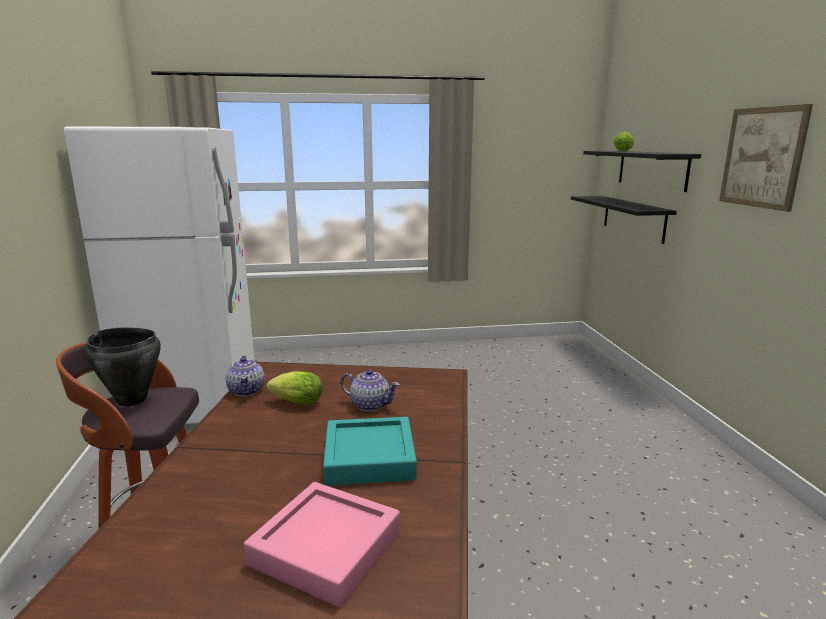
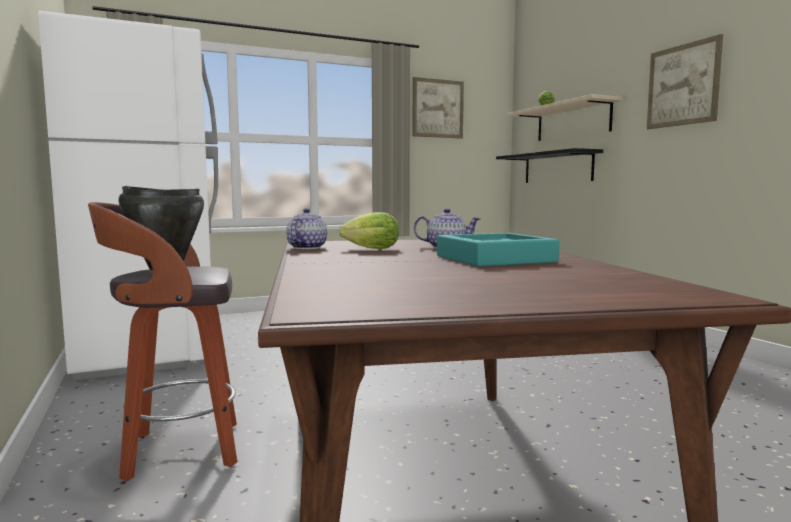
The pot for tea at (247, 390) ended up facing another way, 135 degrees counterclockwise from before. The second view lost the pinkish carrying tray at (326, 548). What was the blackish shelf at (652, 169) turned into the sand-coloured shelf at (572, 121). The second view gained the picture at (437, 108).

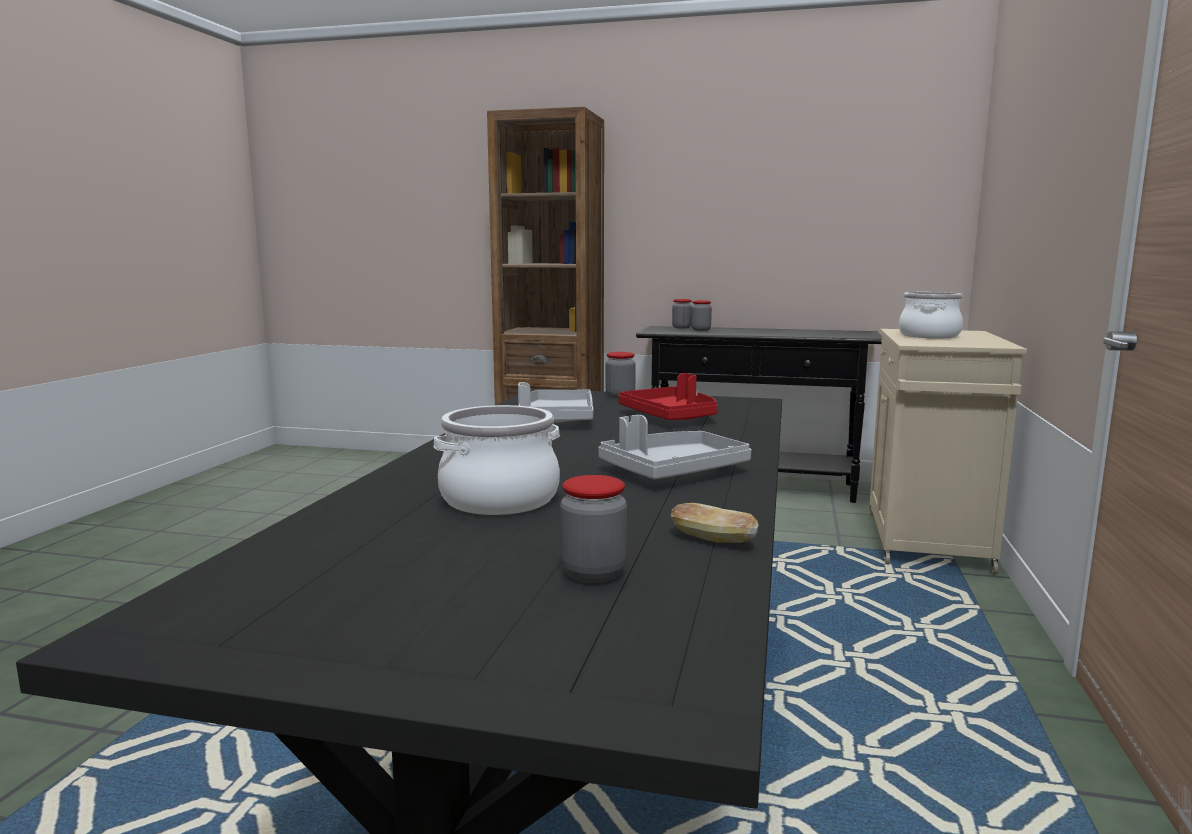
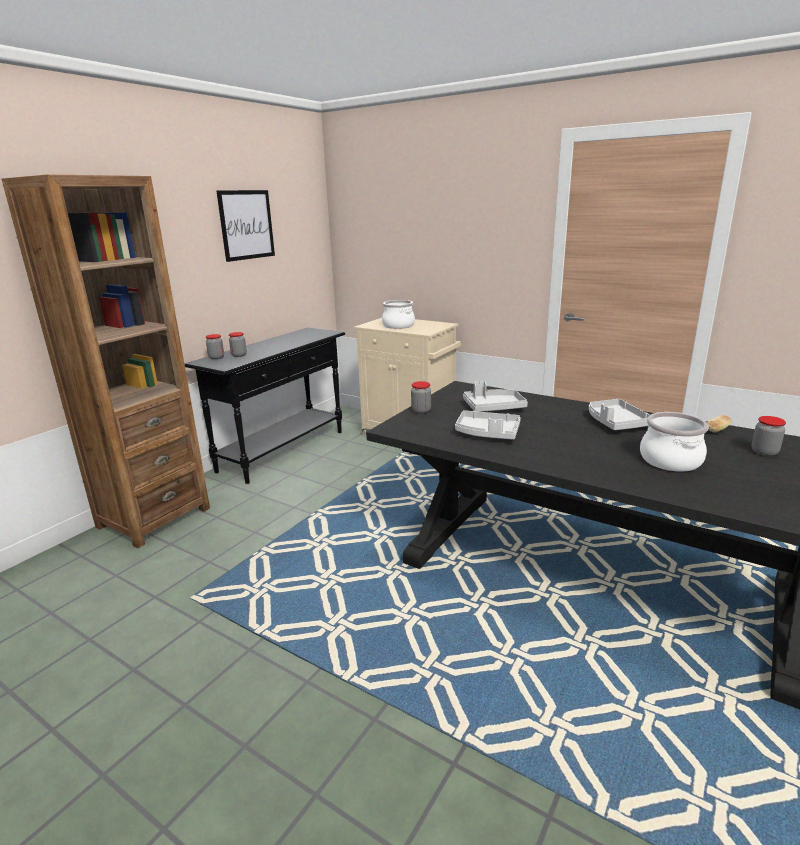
What was the red-coloured carrying tray at (671, 417) turned into the gray carrying tray at (493, 407). The second view gained the picture at (246, 225).

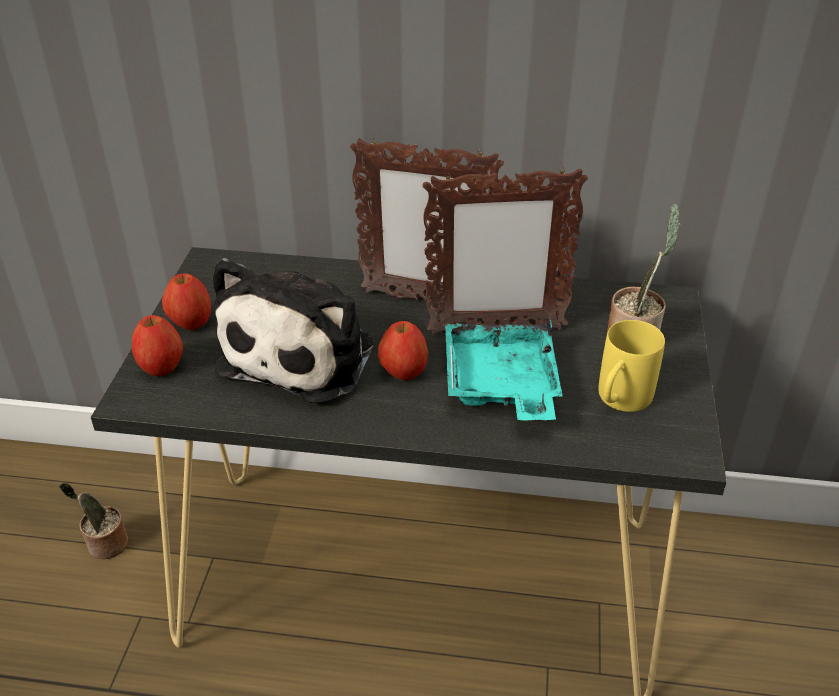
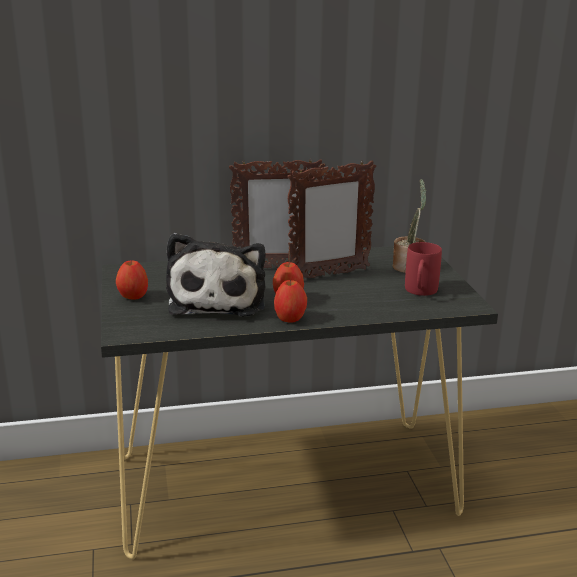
The second view lost the houseplant at (105, 545). The whole apple ended up elsewhere, having gone from (161, 367) to (290, 319). The second view lost the turquoise-coloured carrying tray at (501, 385). What was the yellow-coloured coffee mug at (619, 401) turned into the red-coloured coffee mug at (420, 292).

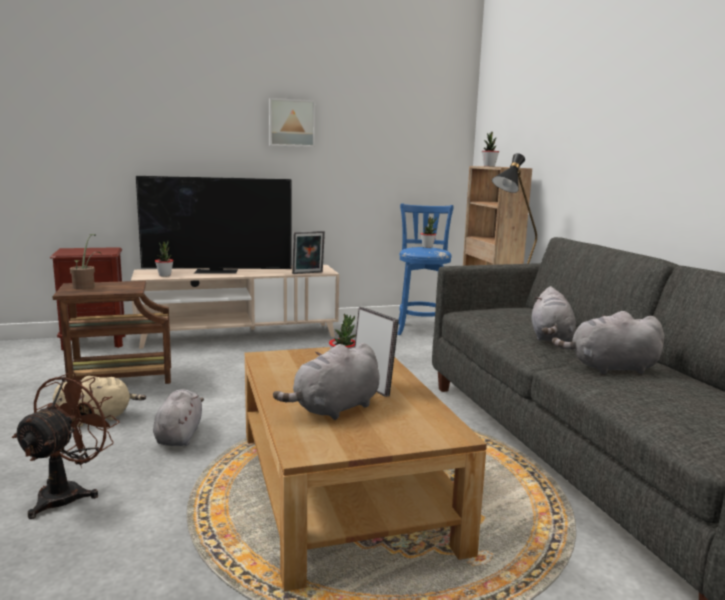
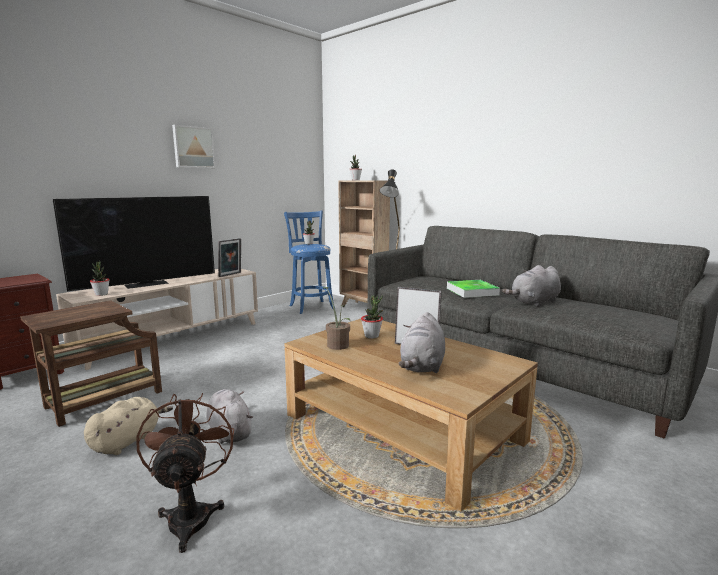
The houseplant ended up elsewhere, having gone from (86, 286) to (337, 344). Where the gray plush toy stood at (550, 338), the carrying tray came to stand at (472, 291).

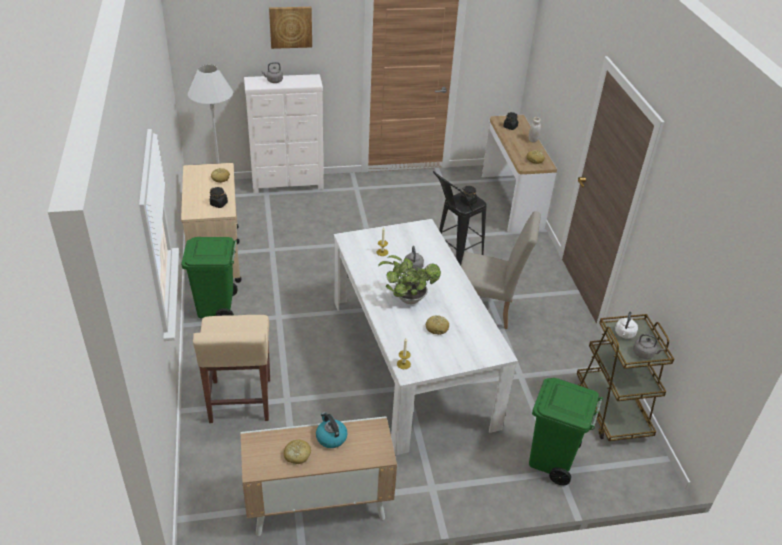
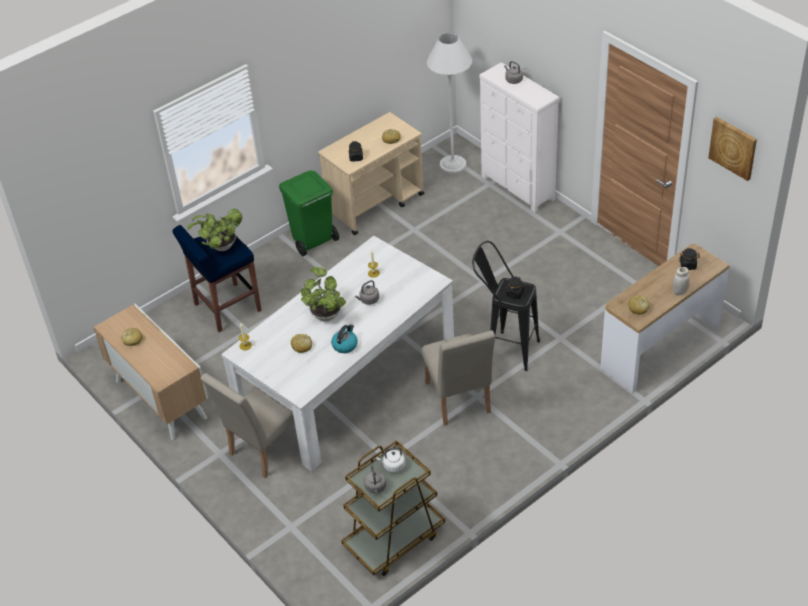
What was the sand-coloured sitting stool at (240, 401) turned into the blue sitting stool at (226, 308). The picture ended up elsewhere, having gone from (290, 27) to (733, 147). The water kettle ended up elsewhere, having gone from (331, 437) to (345, 345). The second view lost the green-coloured waste bin at (551, 460). The second view gained the houseplant at (220, 247). The second view gained the sand-coloured plain chair at (263, 450).

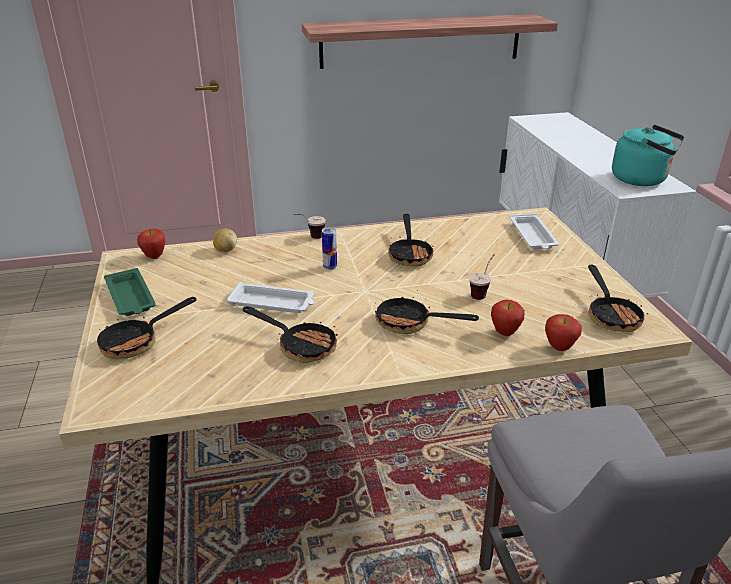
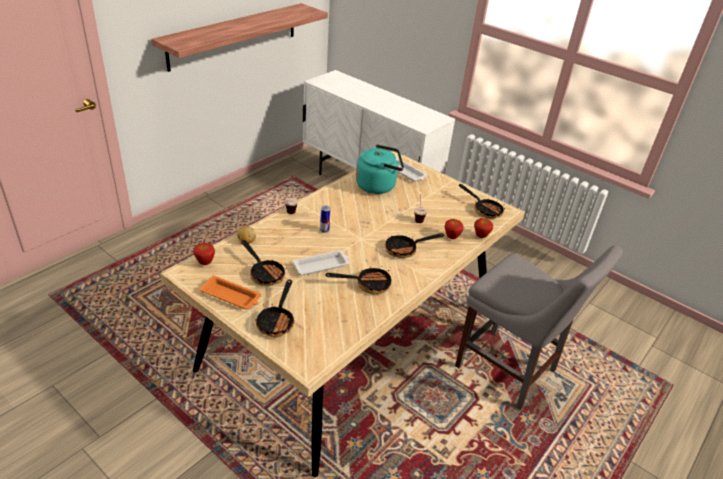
What was the green-coloured carrying tray at (130, 297) turned into the orange-coloured carrying tray at (231, 296). The pan ended up elsewhere, having gone from (410, 254) to (264, 273). The turquoise-coloured water kettle ended up elsewhere, having gone from (642, 180) to (378, 186).

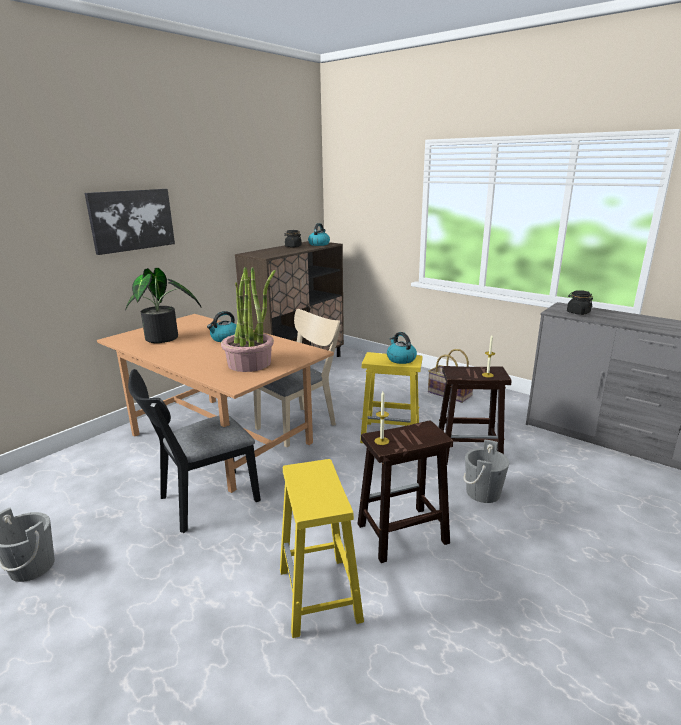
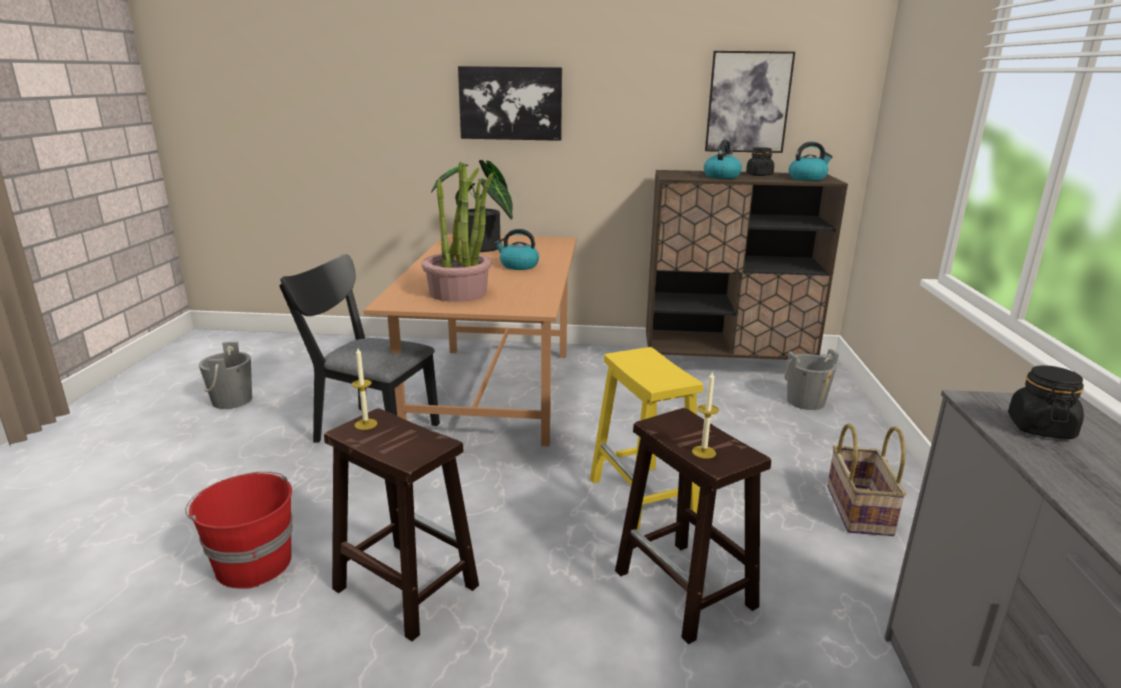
The second view lost the sand-coloured plain chair at (300, 424). Where the yellow-coloured sitting stool stood at (320, 596), the red-coloured water bucket came to stand at (252, 563). The water kettle ended up elsewhere, having gone from (400, 359) to (721, 176). The gray water bucket ended up elsewhere, having gone from (483, 492) to (805, 402). The second view gained the picture at (748, 102).

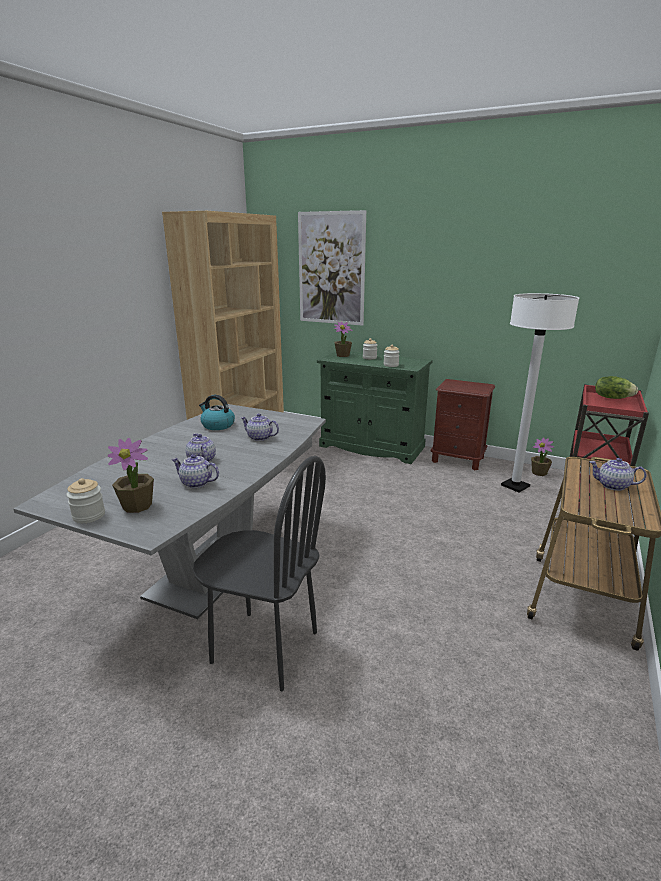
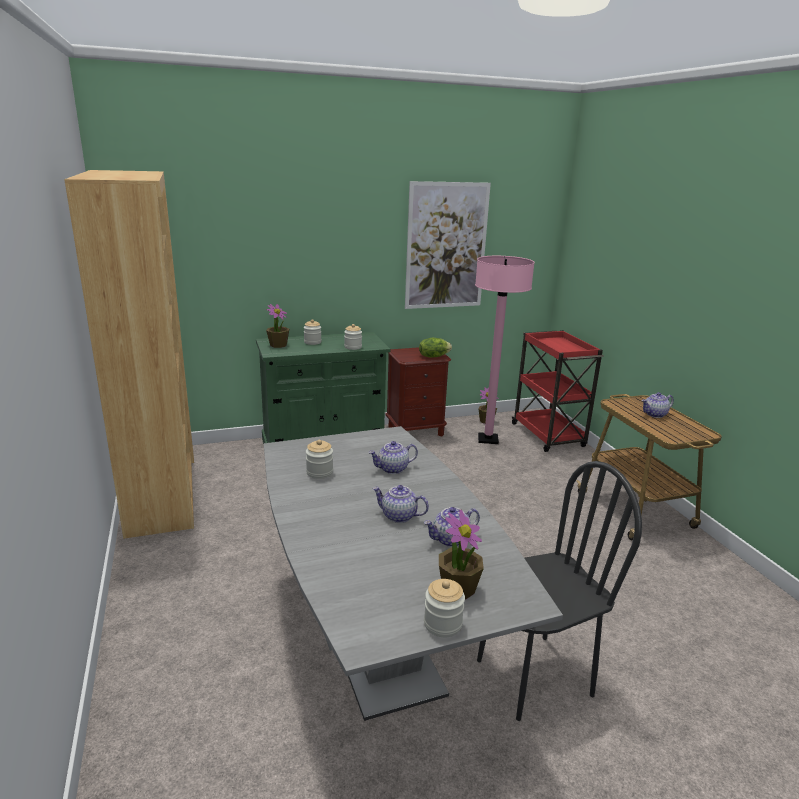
Where the water kettle stood at (217, 425), the storage jar came to stand at (319, 472). The picture ended up elsewhere, having gone from (331, 269) to (446, 246). What was the whitish standing lamp at (515, 486) turned into the pinkish standing lamp at (488, 439). The head of lettuce ended up elsewhere, having gone from (612, 398) to (433, 356).

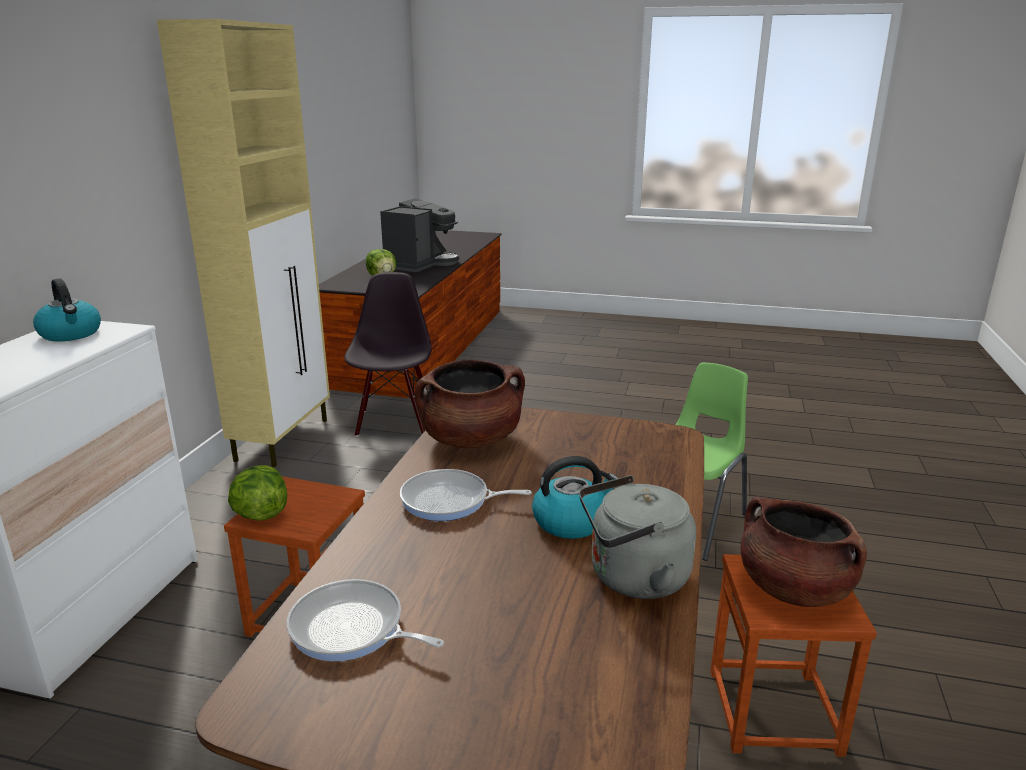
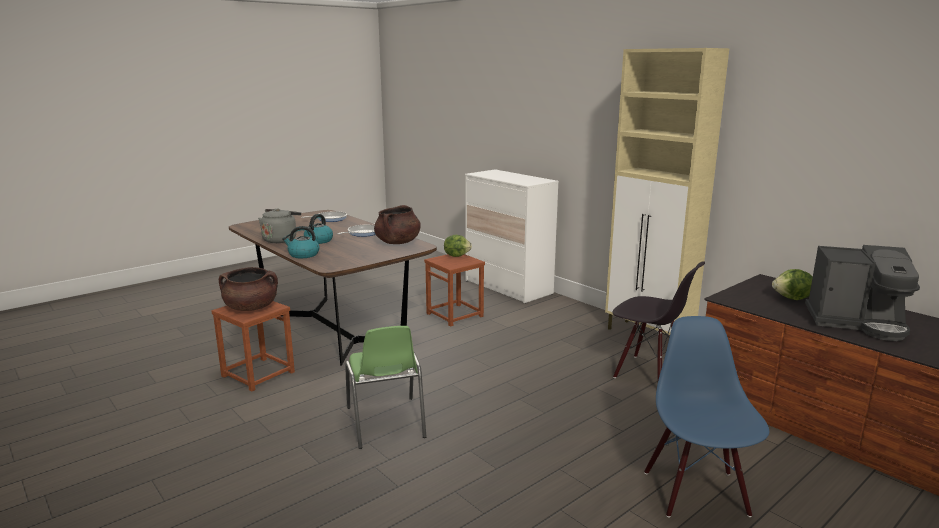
The water kettle ended up elsewhere, having gone from (71, 334) to (303, 255). The coffee maker at (420, 264) ended up facing another way, 45 degrees counterclockwise from before. The second view gained the blue plain chair at (697, 493).

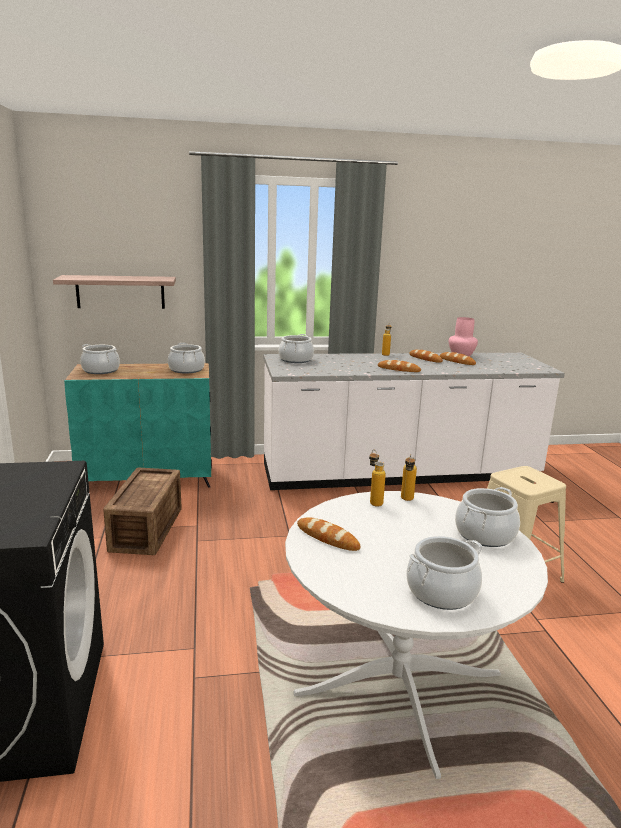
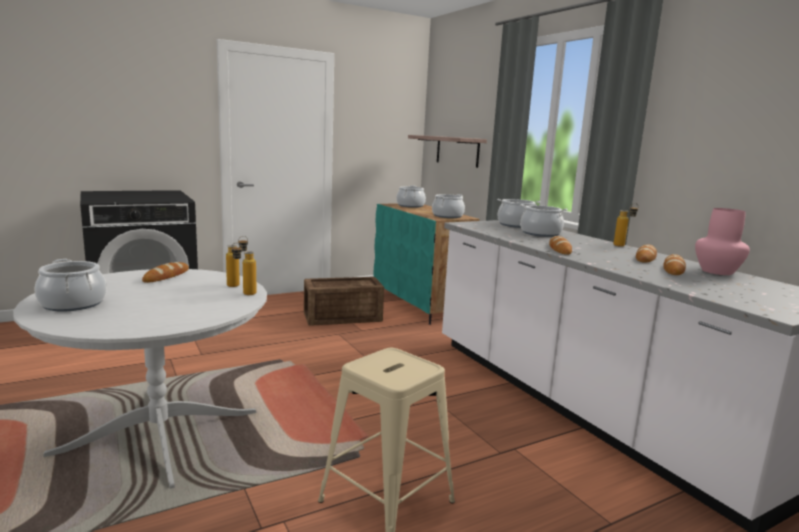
The saucepot ended up elsewhere, having gone from (484, 534) to (540, 233).

